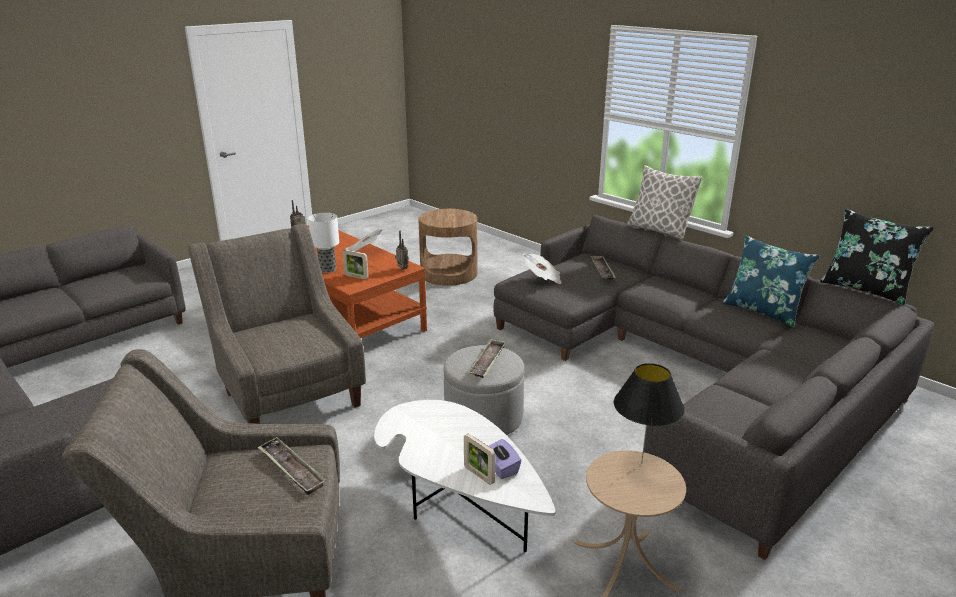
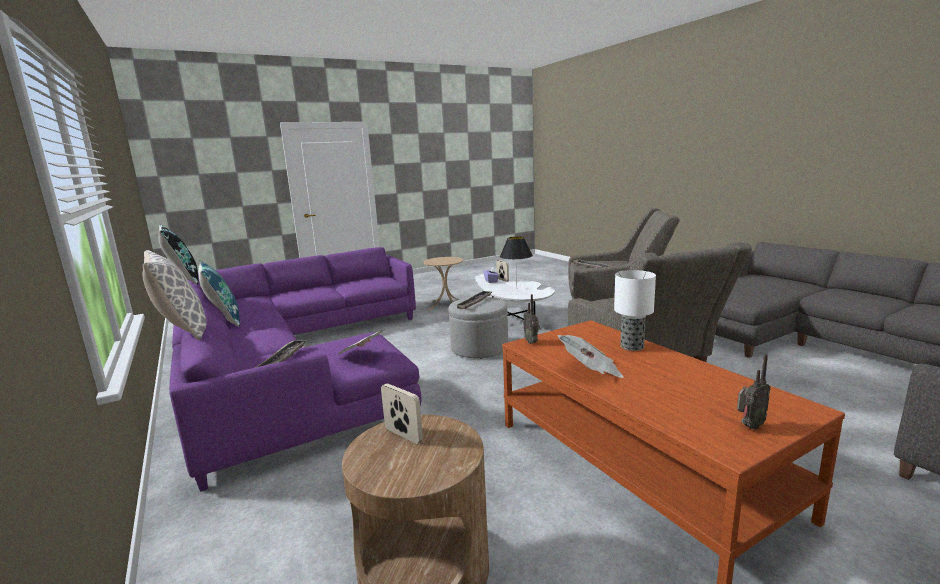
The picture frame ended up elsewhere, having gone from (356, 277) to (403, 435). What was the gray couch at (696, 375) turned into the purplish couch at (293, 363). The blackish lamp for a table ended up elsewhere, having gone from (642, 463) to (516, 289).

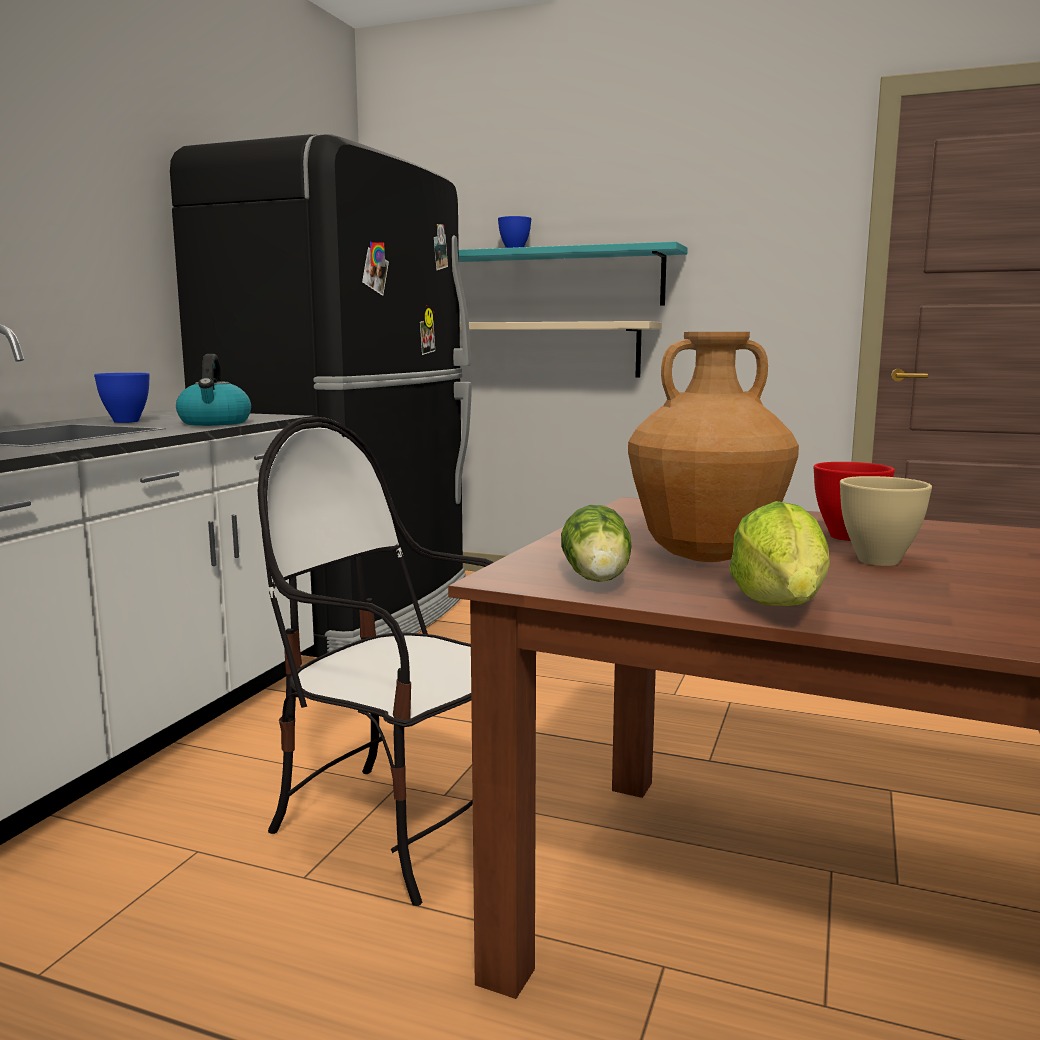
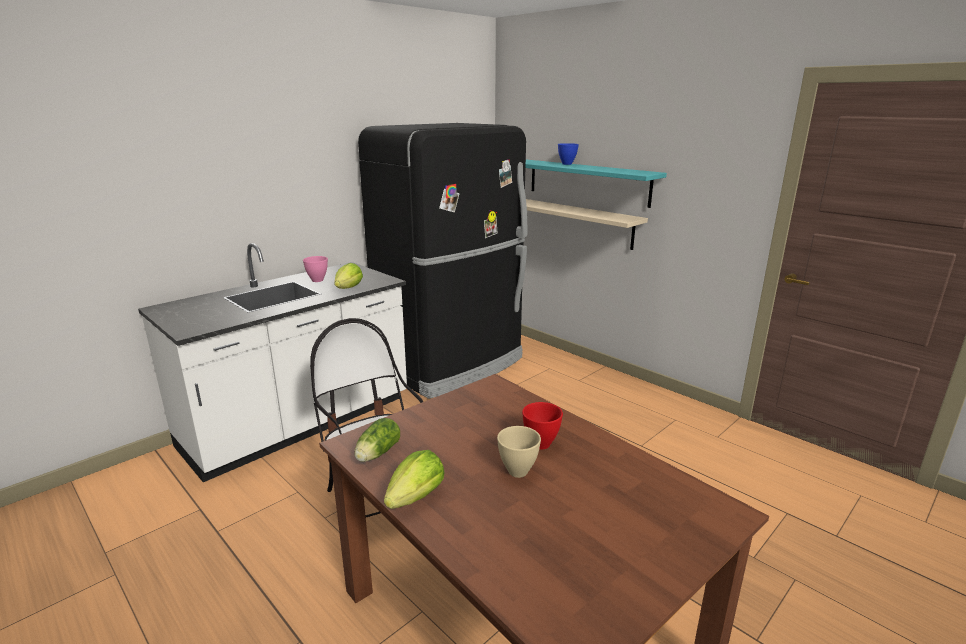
What was the blue serving bowl at (125, 421) turned into the pinkish serving bowl at (317, 280). Where the water kettle stood at (215, 423), the head of lettuce came to stand at (349, 288). The second view lost the brown flower vase at (705, 557).

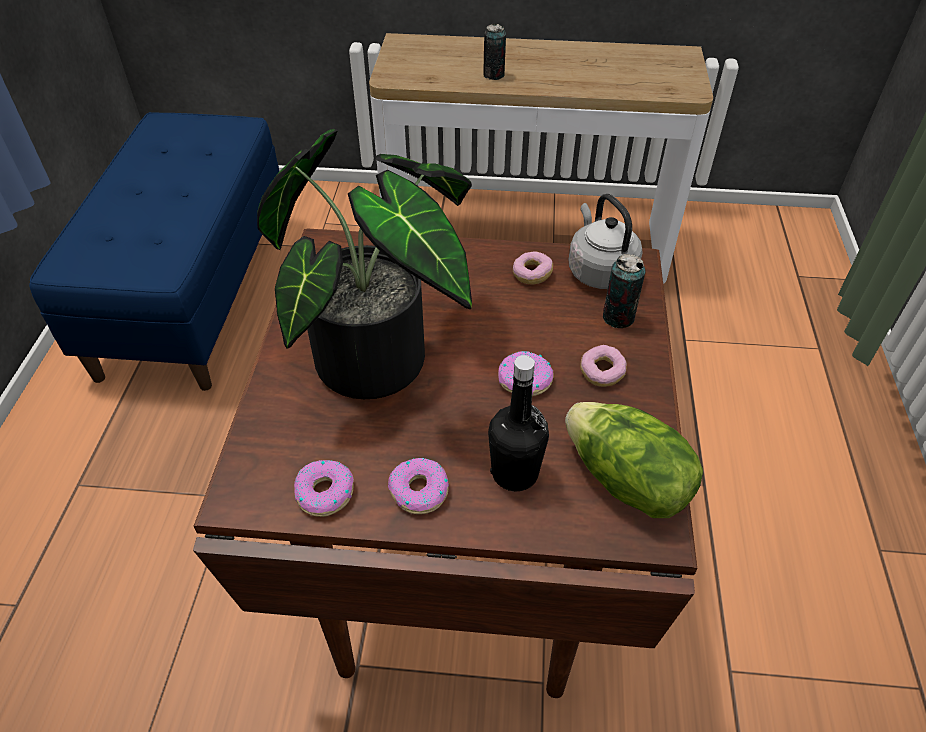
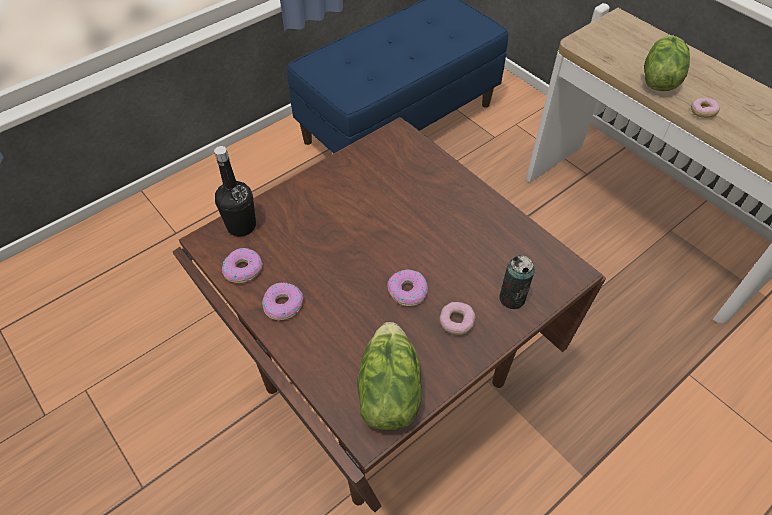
The second view lost the houseplant at (384, 357). Where the metal can stood at (493, 75), the head of lettuce came to stand at (658, 79). The blackish drink bottle ended up elsewhere, having gone from (515, 473) to (241, 226). The ring doughnut ended up elsewhere, having gone from (532, 275) to (702, 112). The second view lost the gray water kettle at (599, 271).

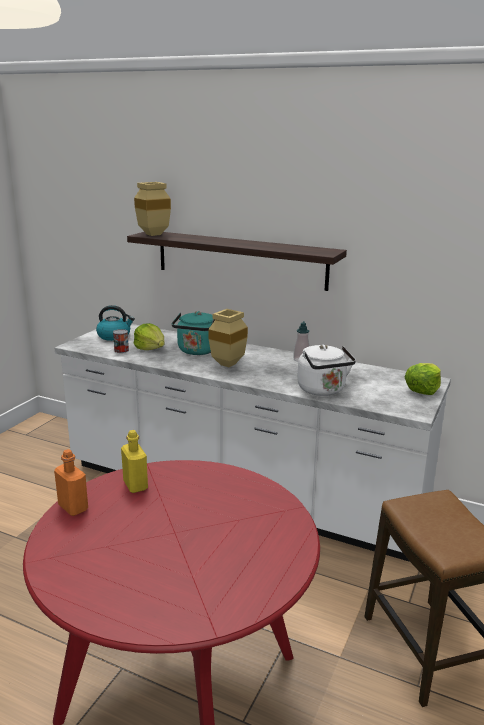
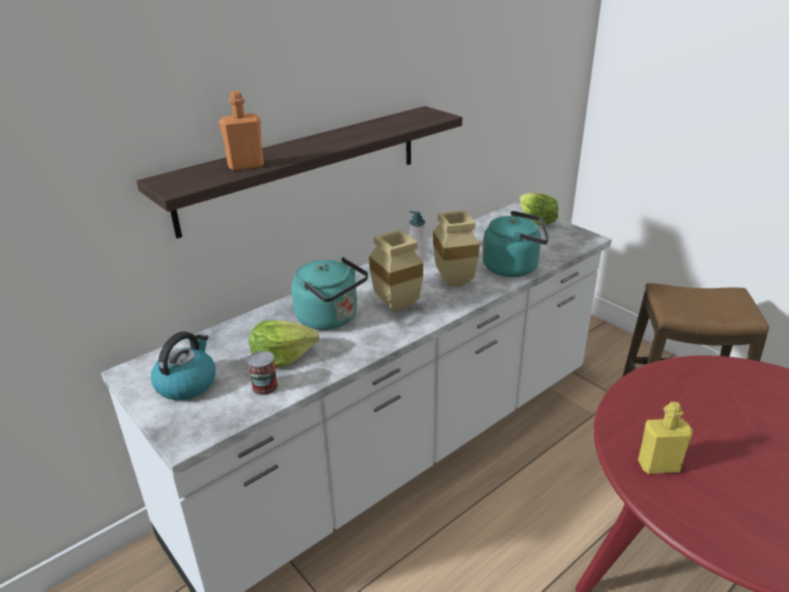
The orange-coloured drink bottle ended up elsewhere, having gone from (73, 507) to (246, 166). The sand-coloured flower vase ended up elsewhere, having gone from (154, 234) to (452, 282). What was the whitish water kettle at (323, 390) turned into the turquoise-coloured water kettle at (514, 267).

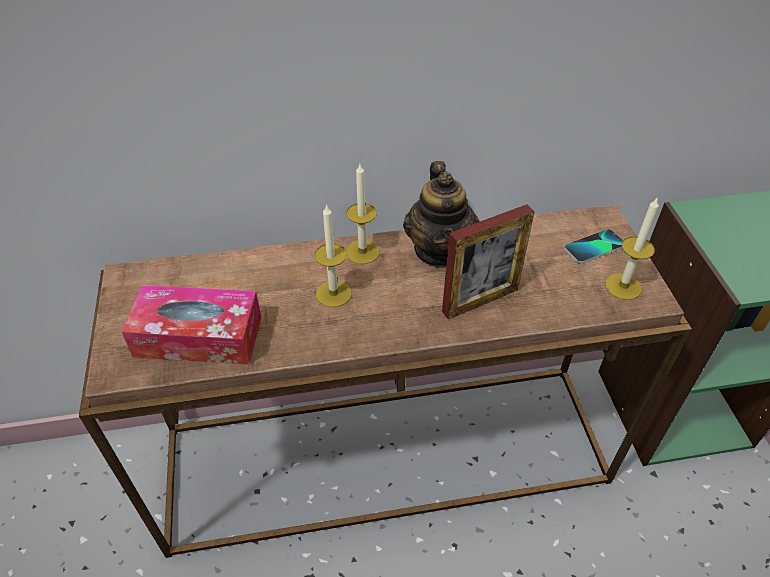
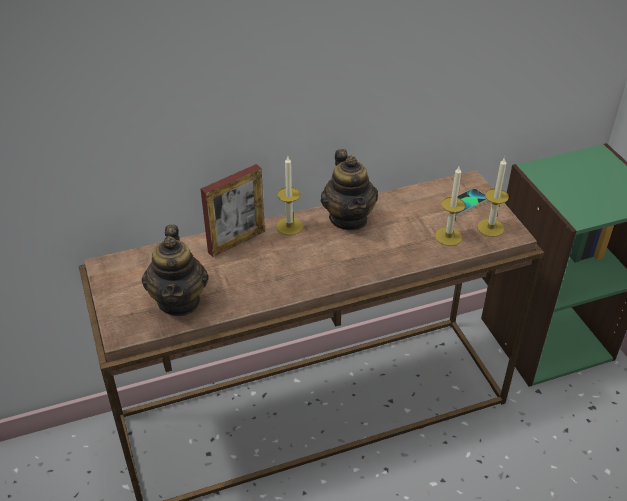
Where the tissue box stood at (198, 336), the pot for tea came to stand at (179, 301). The candle ended up elsewhere, having gone from (333, 293) to (448, 236). The picture frame ended up elsewhere, having gone from (480, 300) to (236, 241).

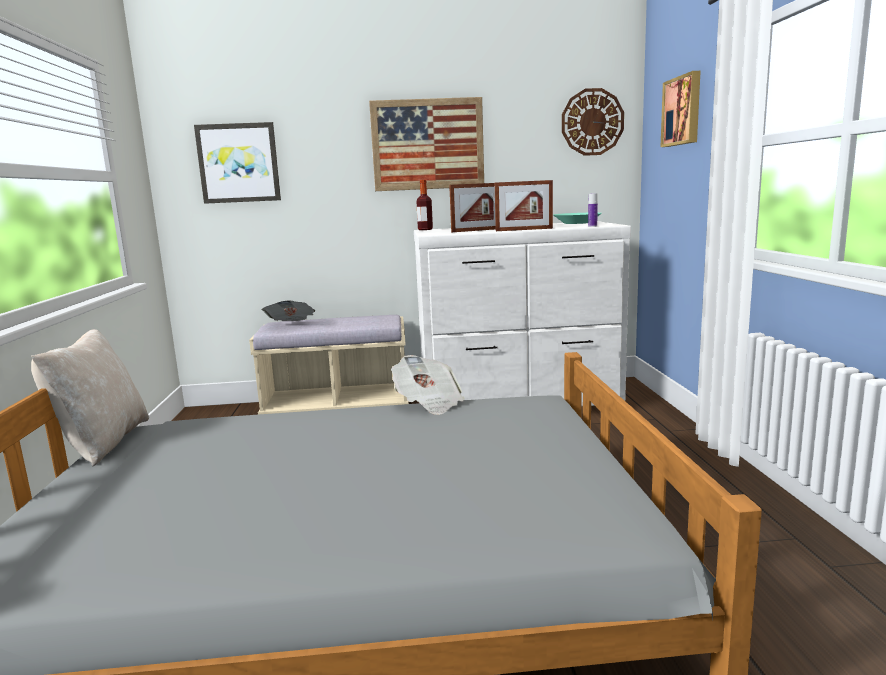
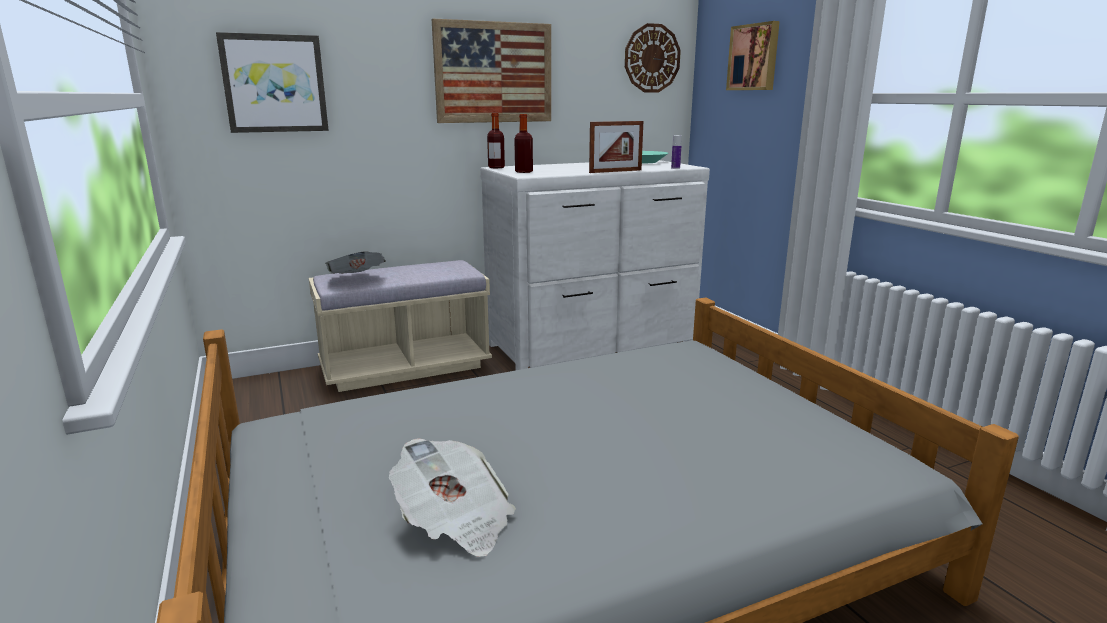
The second view lost the sand-coloured cushion at (102, 443). The newspaper ended up elsewhere, having gone from (428, 403) to (455, 522). The second view lost the picture frame at (477, 230). The second view gained the drink bottle at (524, 172).

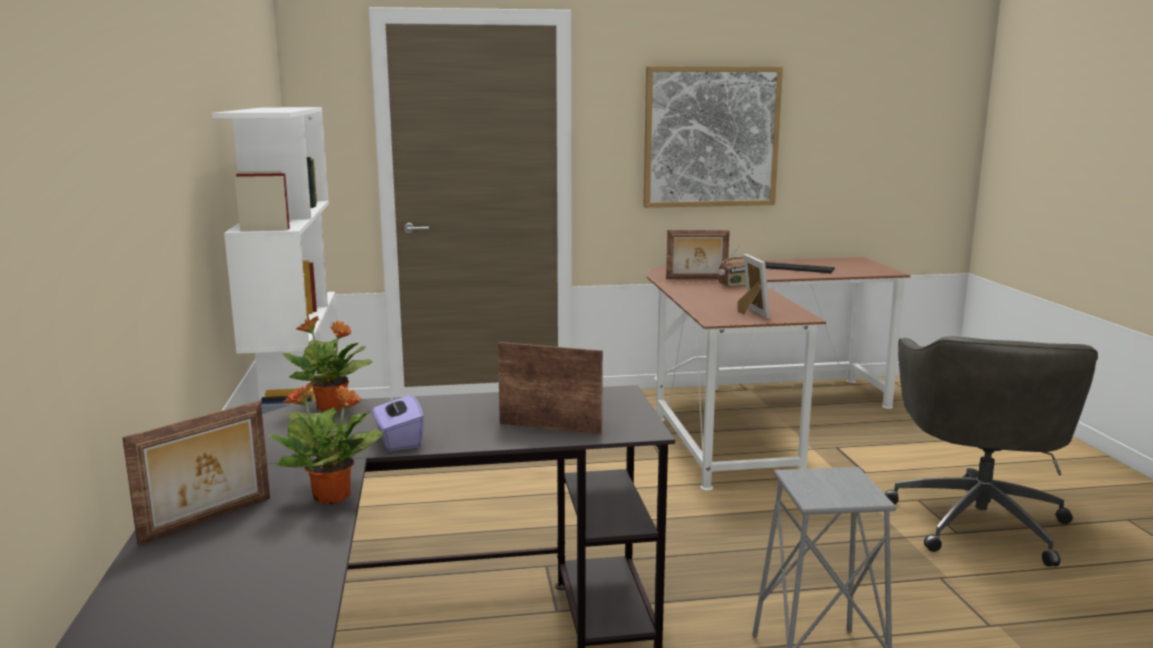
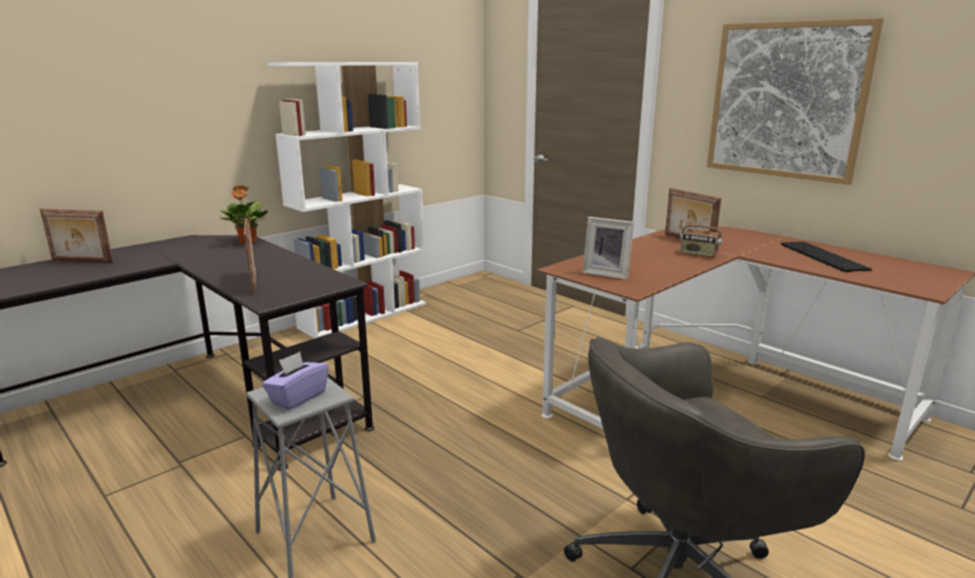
The second view lost the houseplant at (333, 497). The purplish tissue box ended up elsewhere, having gone from (398, 440) to (297, 397). The picture frame at (750, 313) ended up facing another way, 75 degrees clockwise from before.

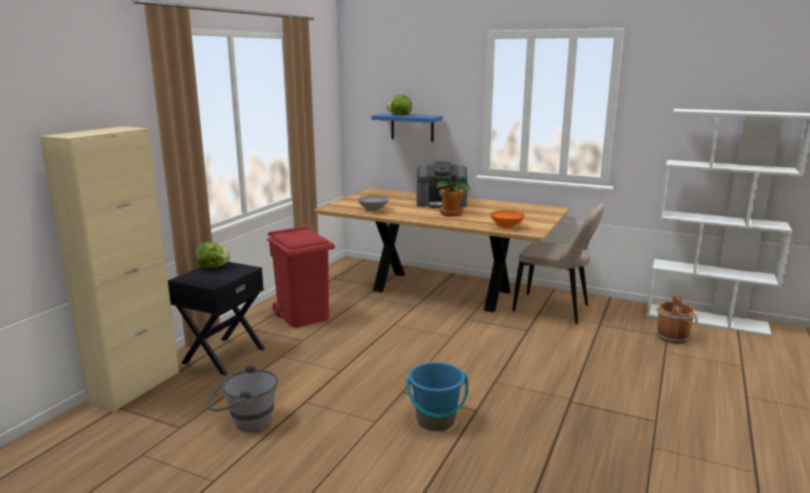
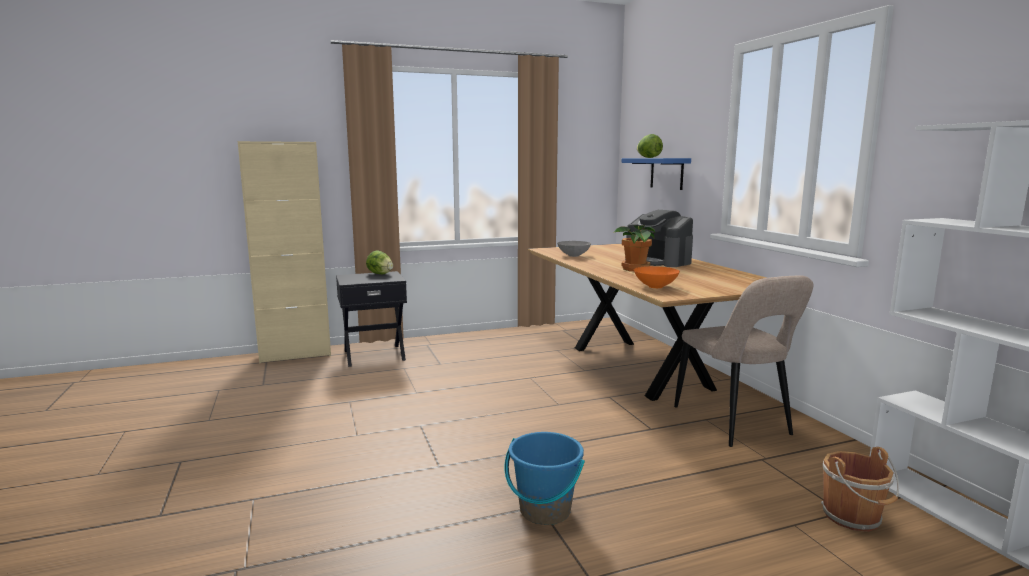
The second view lost the gray water bucket at (245, 422). The second view lost the red-coloured waste bin at (304, 316). The blue water bucket ended up elsewhere, having gone from (436, 421) to (544, 511).

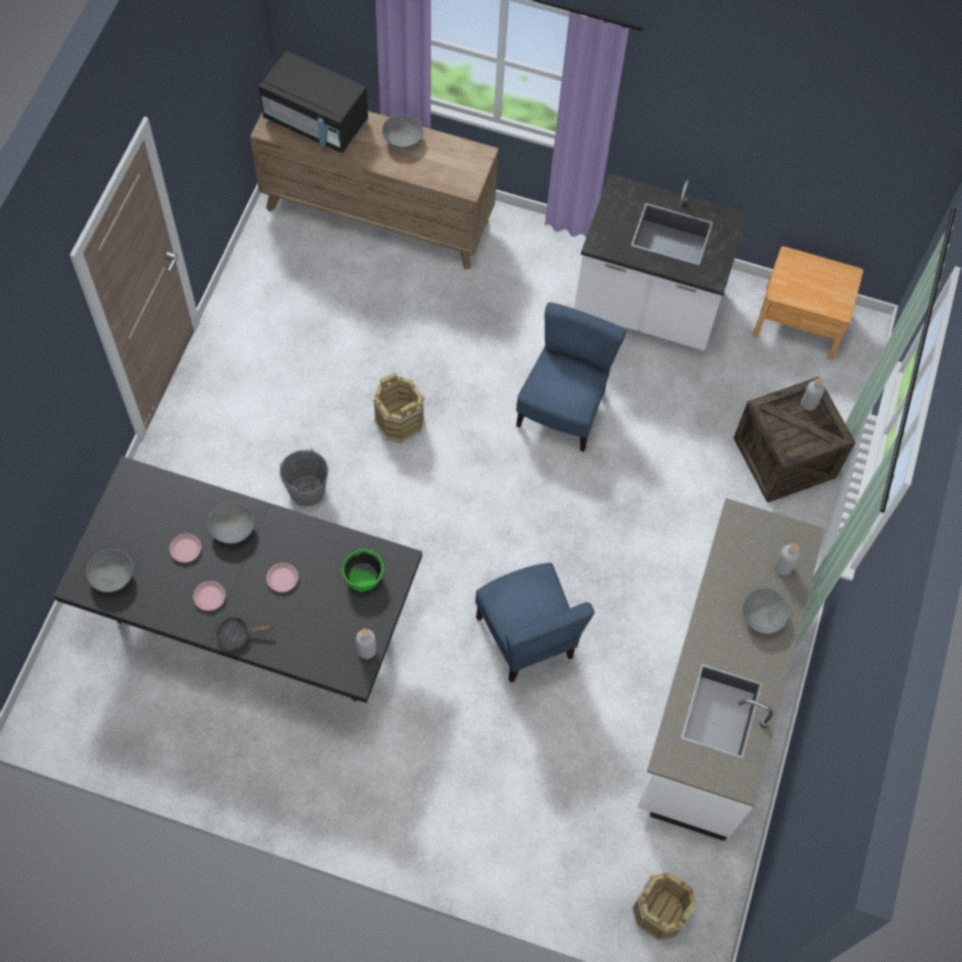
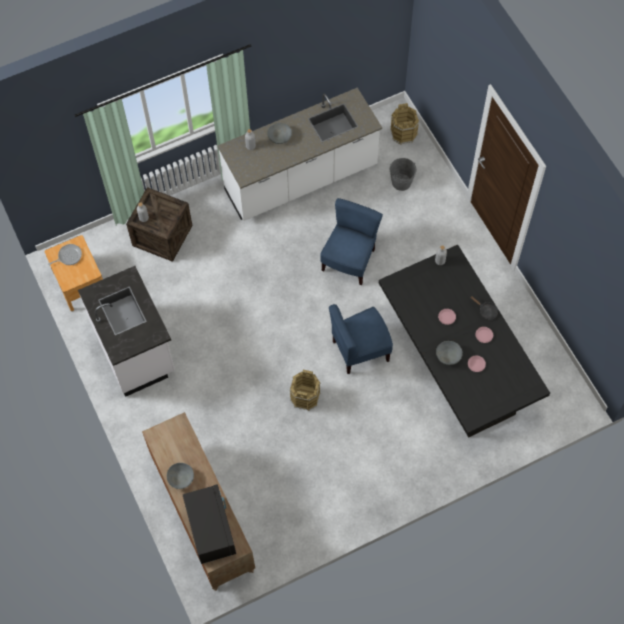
The second view lost the gray serving bowl at (113, 576). The gray water bucket ended up elsewhere, having gone from (307, 490) to (401, 182). The second view lost the green-coloured serving bowl at (364, 577). The blue plain chair ended up elsewhere, having gone from (562, 410) to (360, 350). The second view gained the pan at (68, 256).

